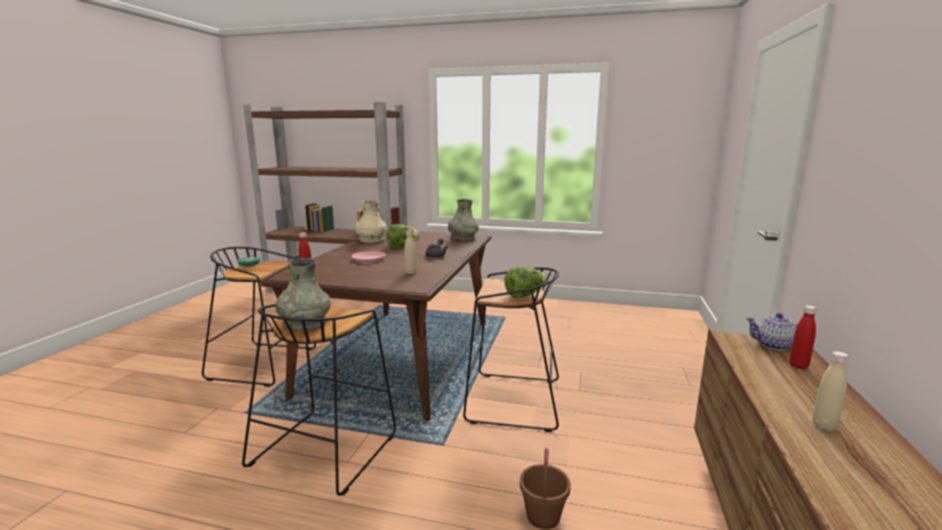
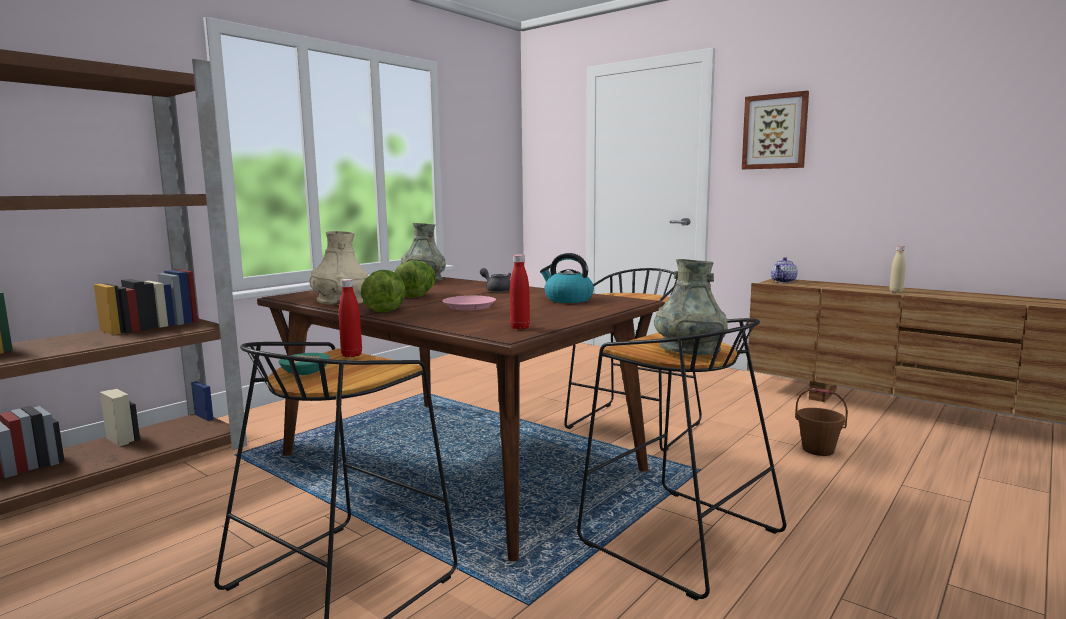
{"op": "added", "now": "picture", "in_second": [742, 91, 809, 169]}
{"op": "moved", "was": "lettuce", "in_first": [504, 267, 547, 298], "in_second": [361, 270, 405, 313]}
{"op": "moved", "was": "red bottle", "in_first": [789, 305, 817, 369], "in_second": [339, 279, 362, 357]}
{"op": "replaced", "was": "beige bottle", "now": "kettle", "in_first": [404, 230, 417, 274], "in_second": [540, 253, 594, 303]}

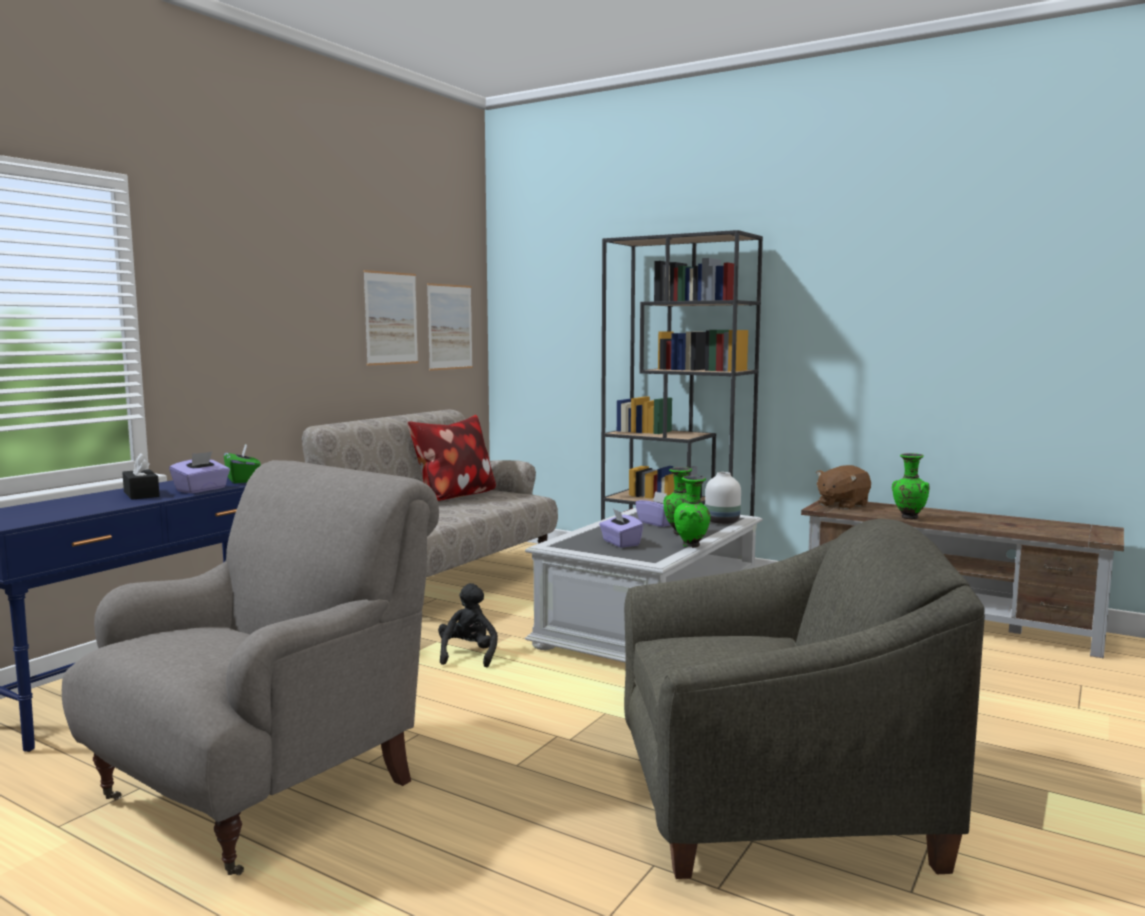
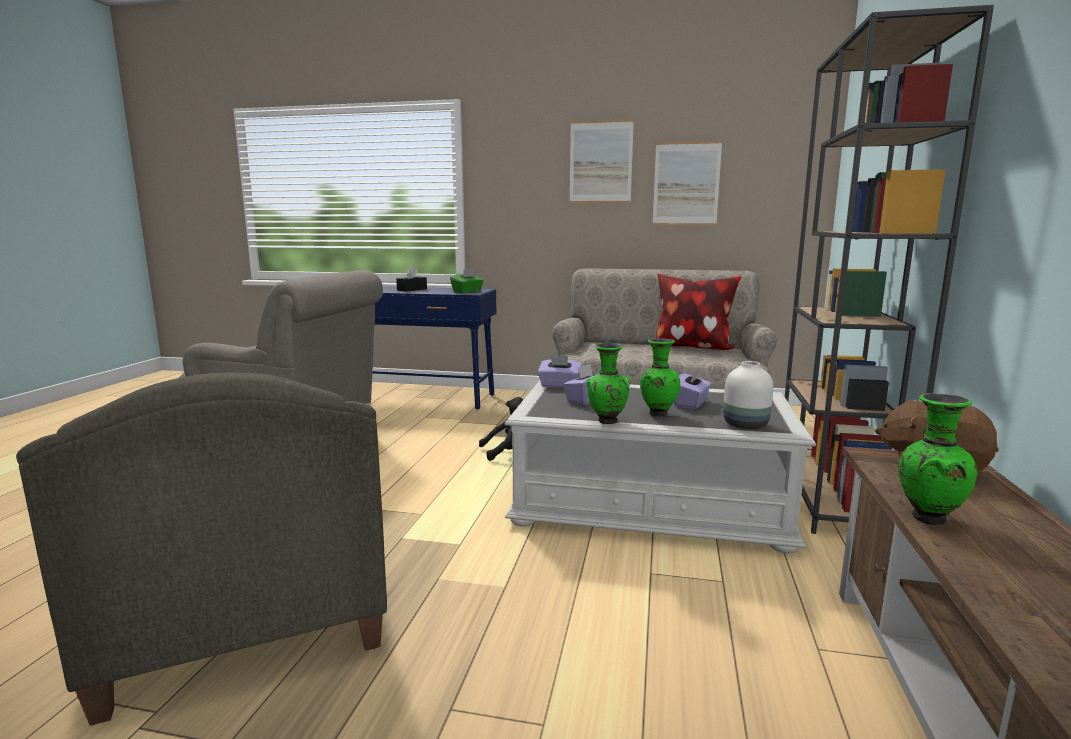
{"op": "moved", "was": "purple tissue box", "in_first": [169, 451, 230, 493], "in_second": [538, 355, 582, 388]}
{"op": "moved", "was": "picture", "in_first": [427, 283, 473, 371], "in_second": [570, 120, 634, 203]}

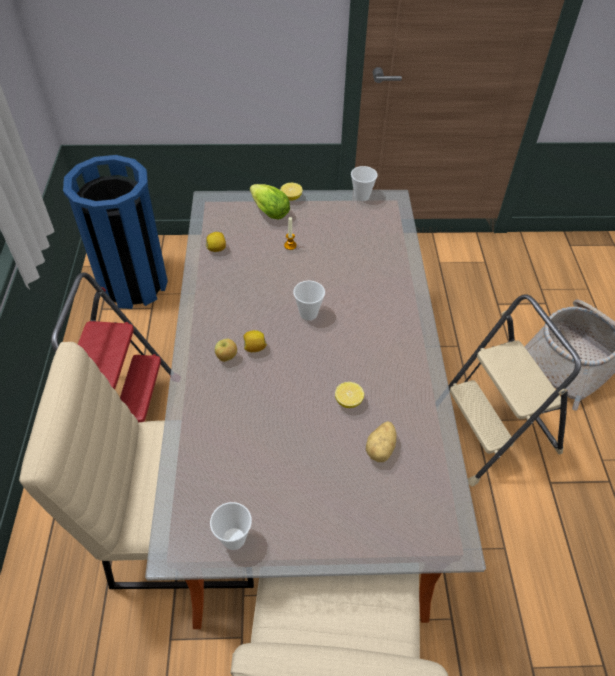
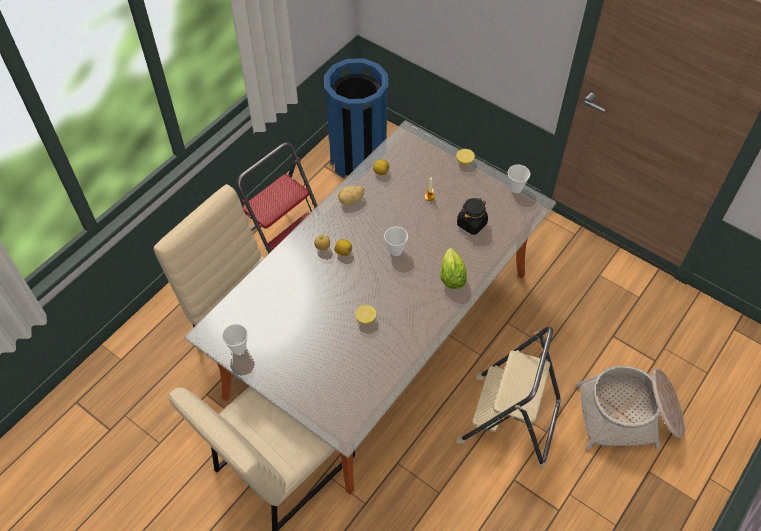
{"op": "added", "now": "black jar", "in_second": [457, 198, 488, 235]}
{"op": "moved", "was": "lettuce", "in_first": [250, 184, 290, 220], "in_second": [440, 248, 467, 289]}
{"op": "moved", "was": "potato", "in_first": [366, 421, 396, 462], "in_second": [338, 186, 364, 205]}

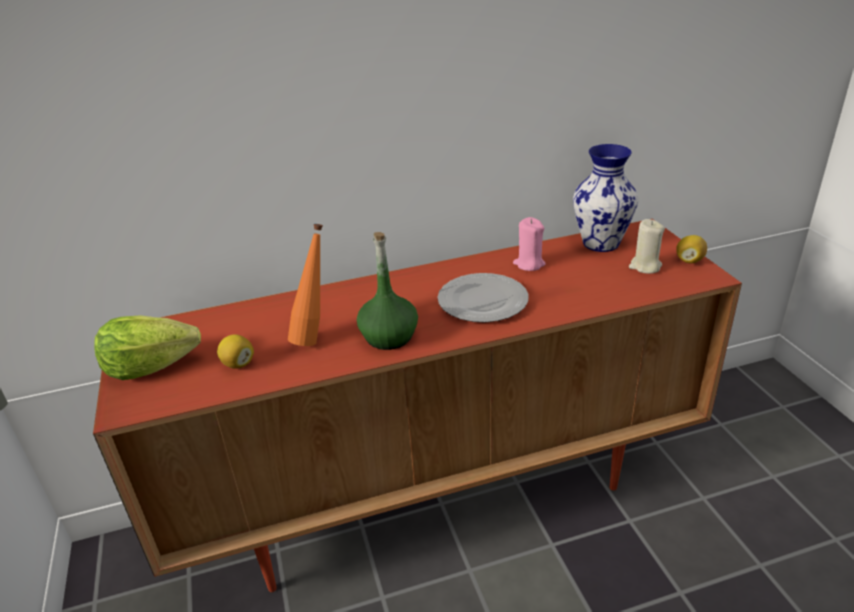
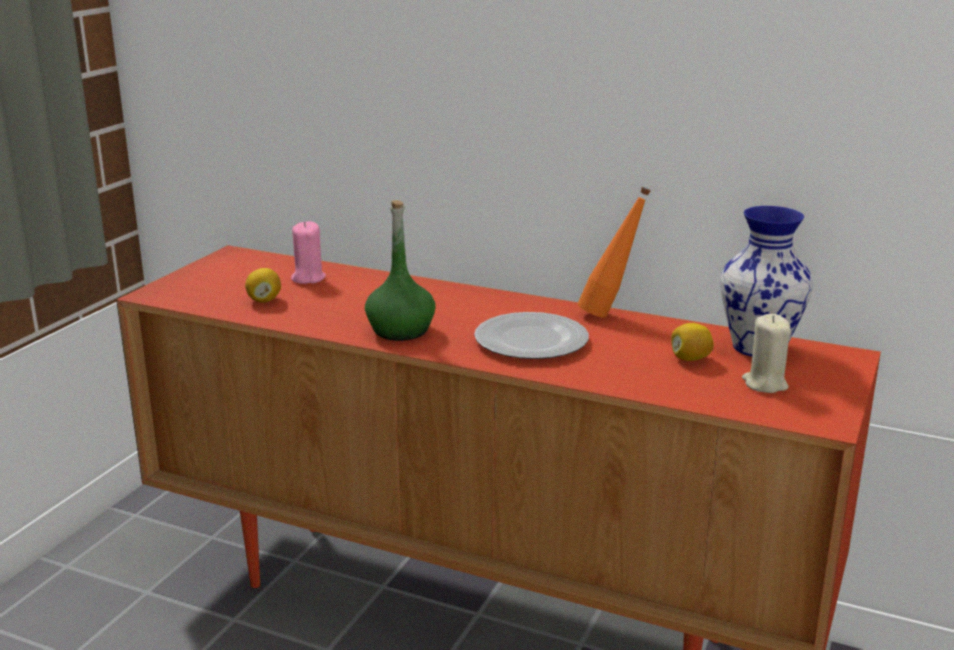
{"op": "removed", "was": "lettuce", "in_first": [94, 315, 201, 380]}
{"op": "moved", "was": "orange bottle", "in_first": [288, 224, 323, 346], "in_second": [578, 187, 651, 317]}
{"op": "moved", "was": "pink candle", "in_first": [513, 217, 546, 271], "in_second": [291, 221, 326, 284]}
{"op": "moved", "was": "lemon", "in_first": [676, 235, 707, 263], "in_second": [671, 323, 714, 361]}

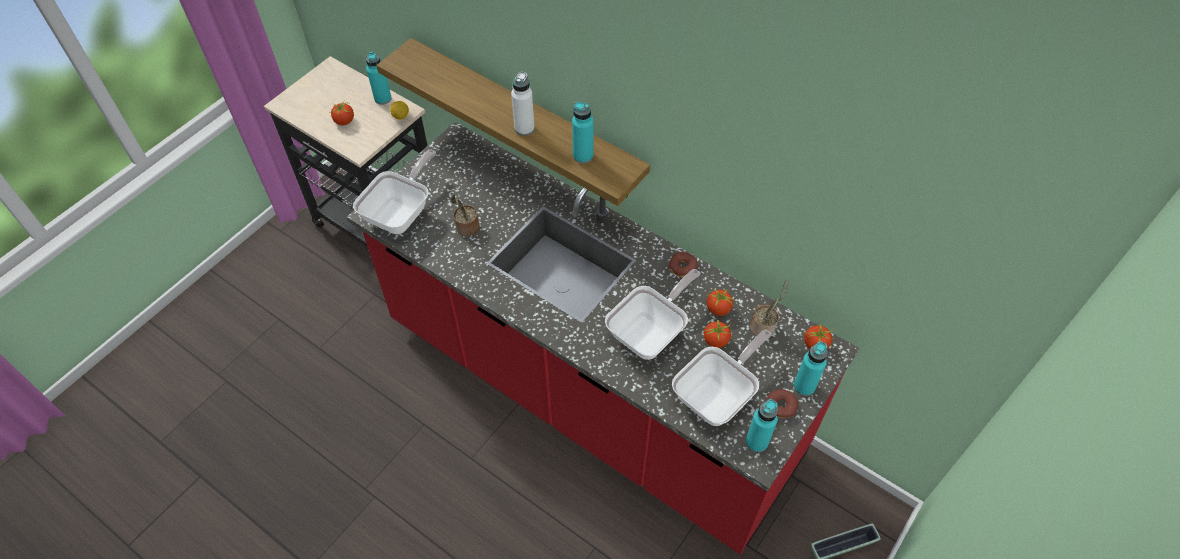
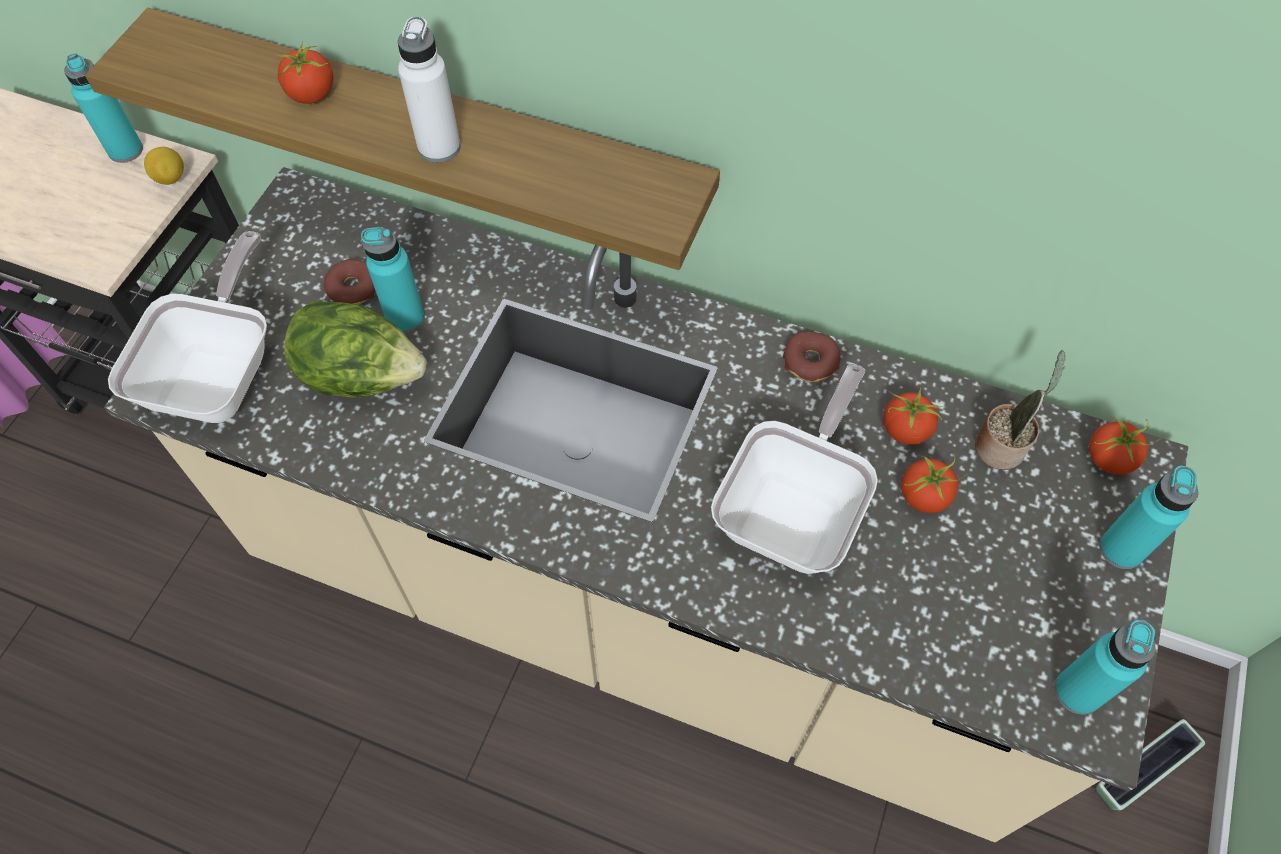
{"op": "removed", "was": "frying pan", "in_first": [672, 330, 772, 426]}
{"op": "moved", "was": "tomato", "in_first": [329, 101, 354, 125], "in_second": [276, 41, 333, 104]}
{"op": "moved", "was": "turquoise bottle", "in_first": [572, 102, 594, 163], "in_second": [361, 227, 425, 333]}
{"op": "moved", "was": "donut", "in_first": [767, 389, 798, 418], "in_second": [324, 259, 375, 305]}
{"op": "replaced", "was": "potted plant", "now": "lettuce", "in_first": [451, 194, 479, 236], "in_second": [284, 300, 427, 398]}
{"op": "recoloured", "was": "red counter", "now": "beige counter", "in_first": [347, 122, 860, 554], "in_second": [104, 167, 1189, 842]}

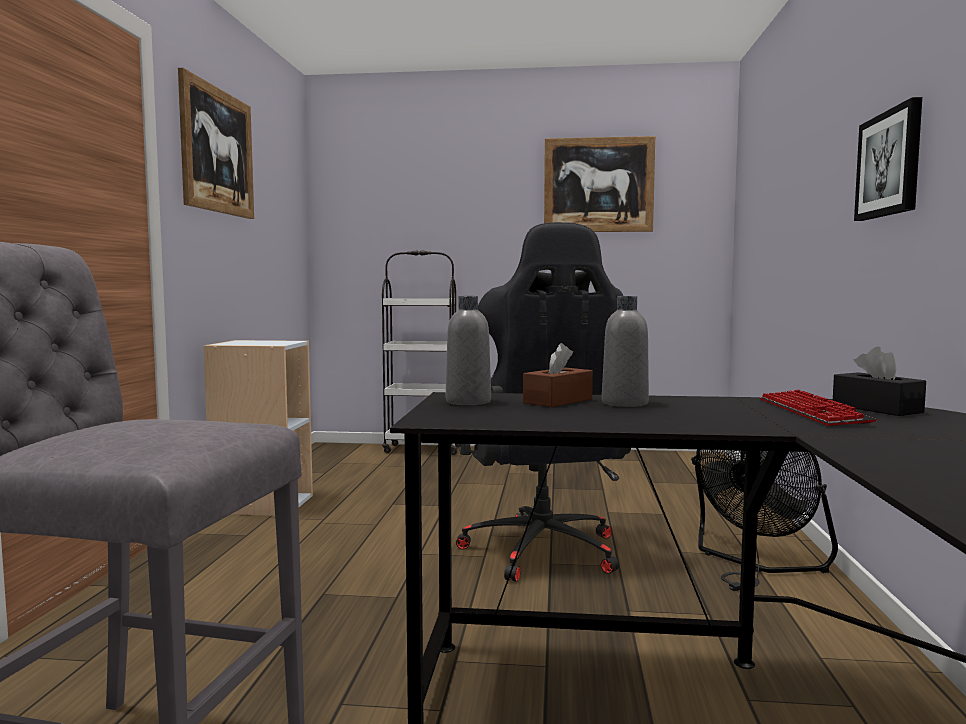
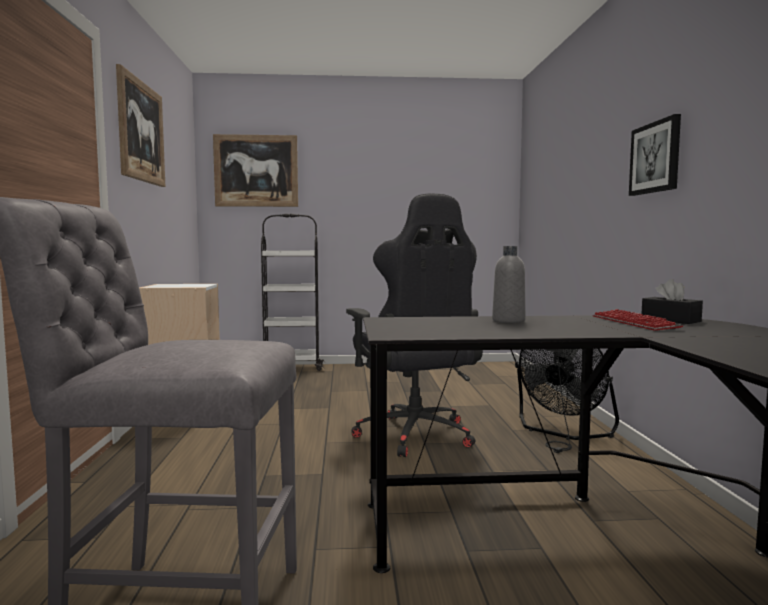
{"op": "removed", "was": "grey bottle", "in_first": [446, 296, 491, 405]}
{"op": "removed", "was": "brown tissue box", "in_first": [523, 343, 593, 407]}
{"op": "moved", "was": "picture", "in_first": [544, 136, 655, 232], "in_second": [213, 134, 298, 207]}

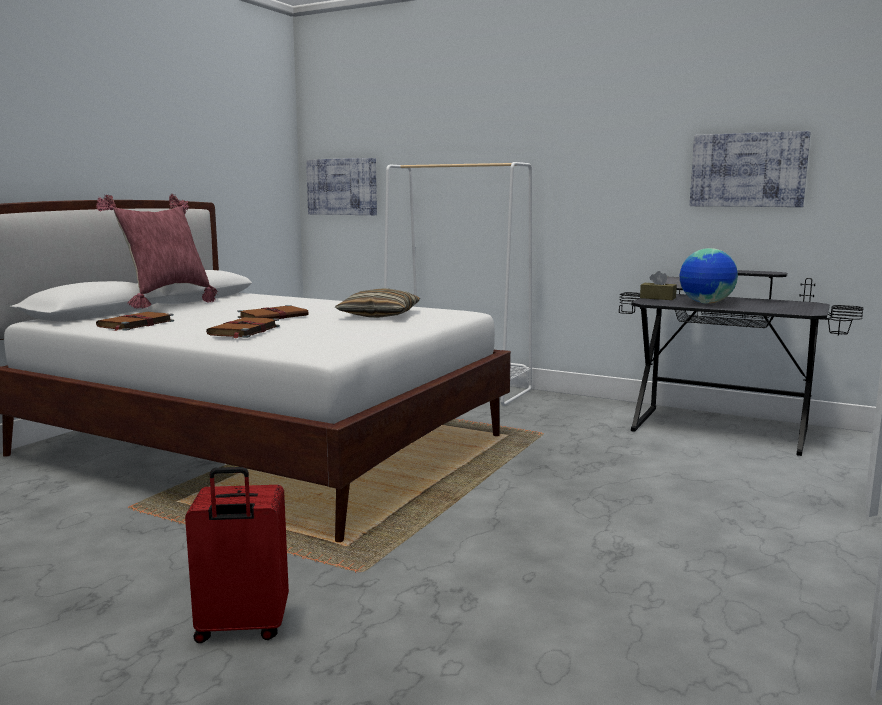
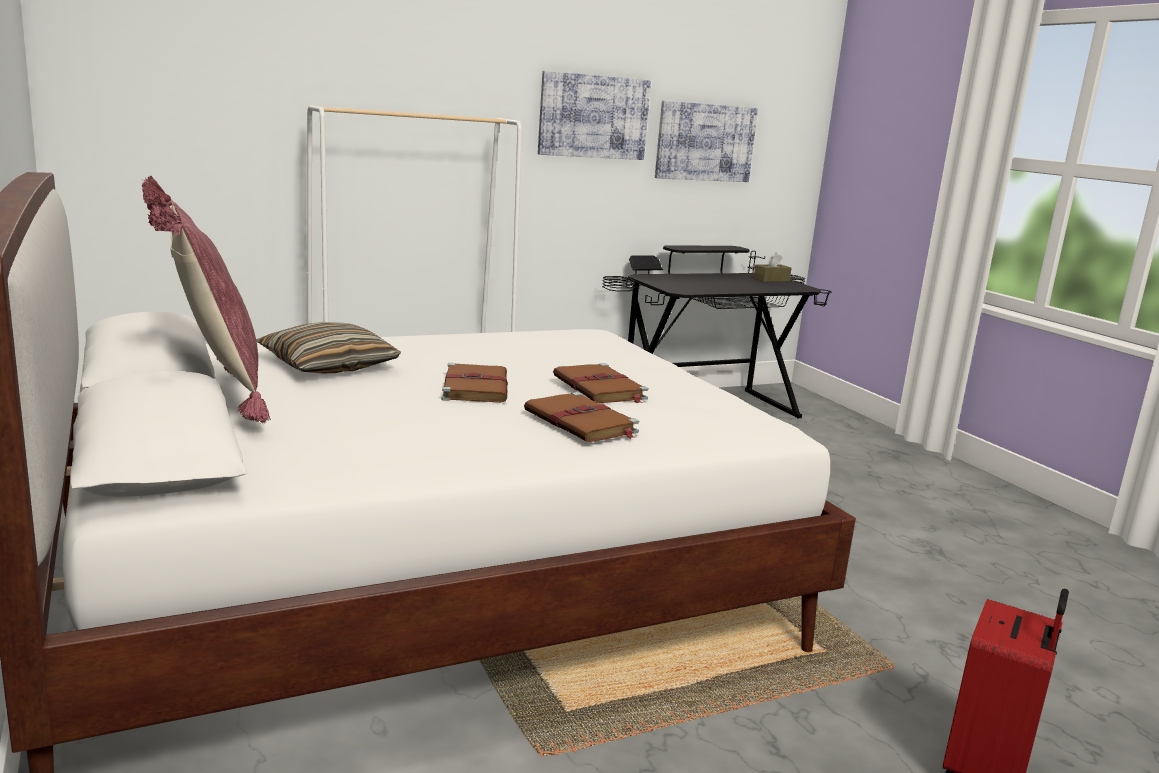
{"op": "removed", "was": "globe", "in_first": [680, 248, 738, 304]}
{"op": "moved", "was": "brown book", "in_first": [96, 312, 174, 331], "in_second": [553, 363, 648, 403]}
{"op": "moved", "was": "picture", "in_first": [306, 158, 377, 215], "in_second": [538, 71, 651, 160]}
{"op": "moved", "was": "pillow", "in_first": [335, 288, 420, 318], "in_second": [256, 322, 401, 373]}
{"op": "moved", "was": "brown tissue box", "in_first": [640, 271, 677, 300], "in_second": [754, 253, 791, 282]}

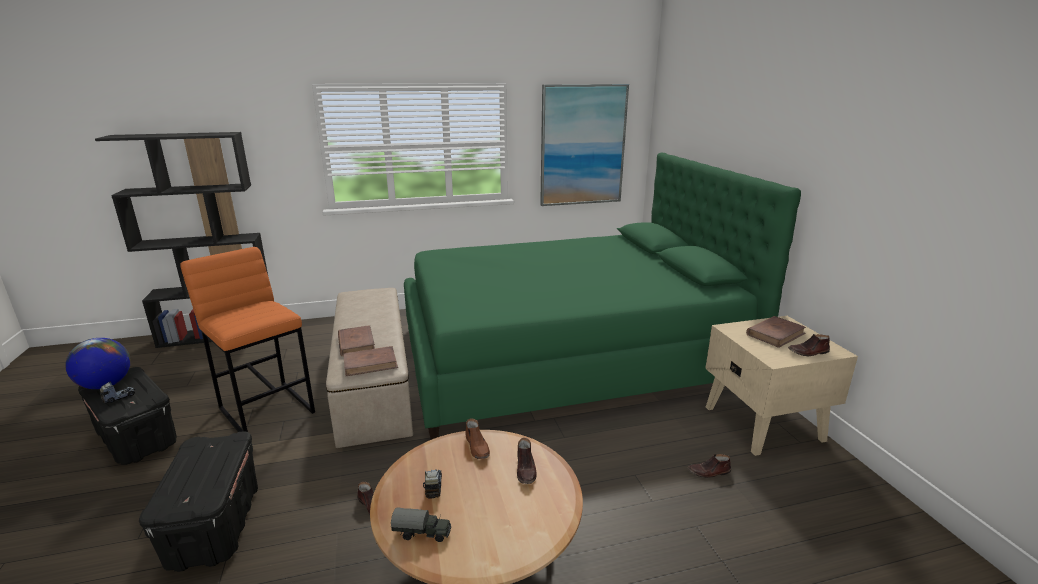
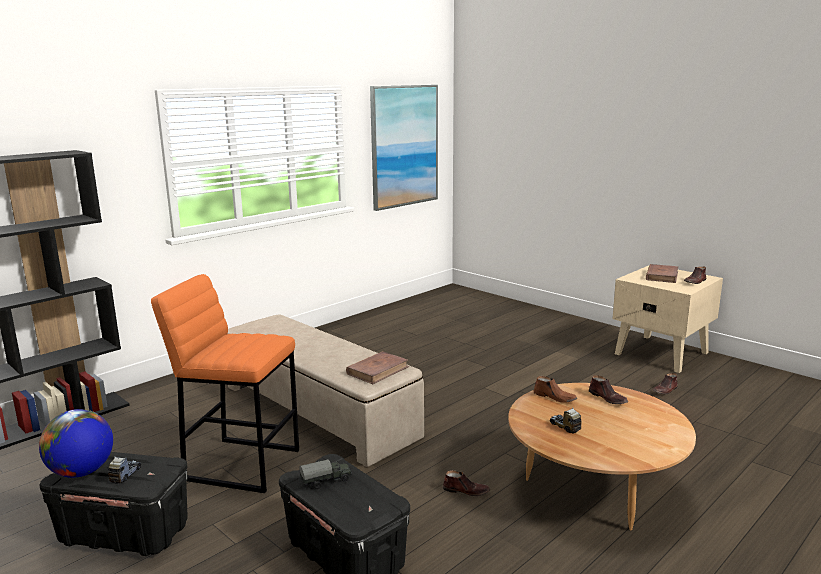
{"op": "removed", "was": "brown book", "in_first": [338, 325, 375, 356]}
{"op": "removed", "was": "green bed", "in_first": [404, 153, 801, 440]}
{"op": "moved", "was": "toy truck", "in_first": [391, 507, 451, 542], "in_second": [299, 459, 352, 489]}

